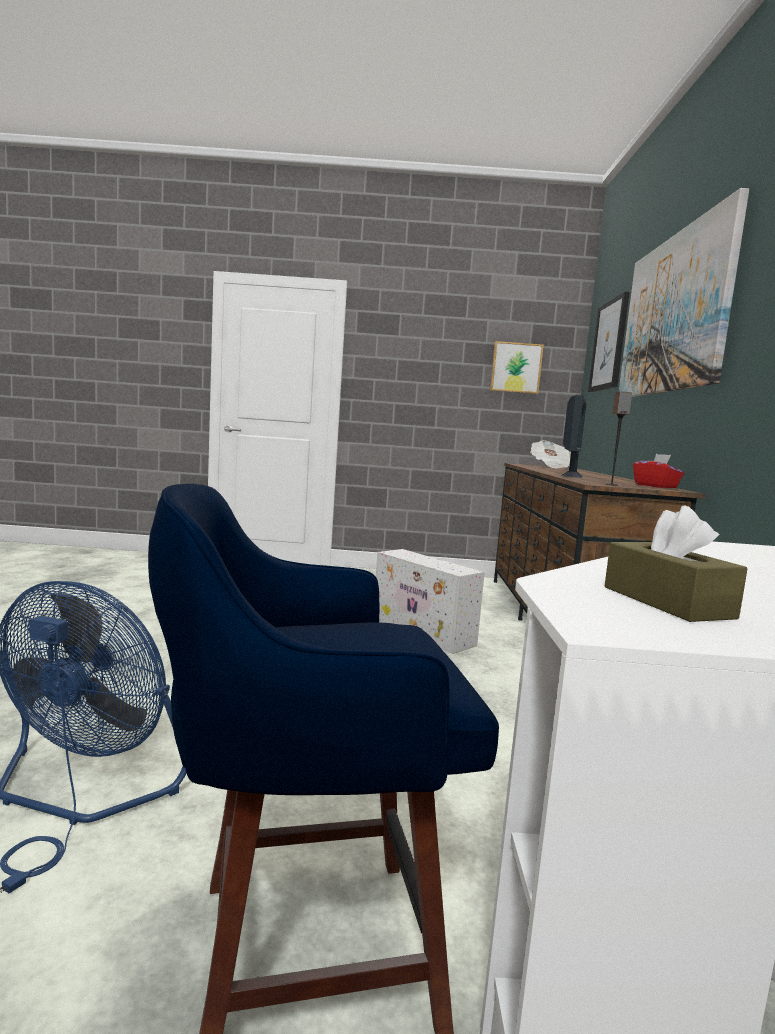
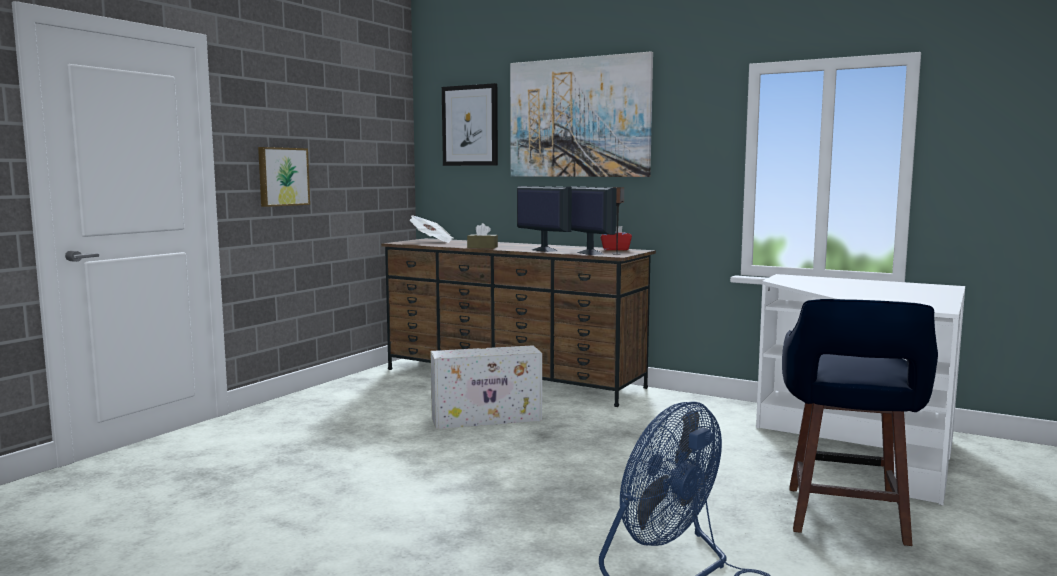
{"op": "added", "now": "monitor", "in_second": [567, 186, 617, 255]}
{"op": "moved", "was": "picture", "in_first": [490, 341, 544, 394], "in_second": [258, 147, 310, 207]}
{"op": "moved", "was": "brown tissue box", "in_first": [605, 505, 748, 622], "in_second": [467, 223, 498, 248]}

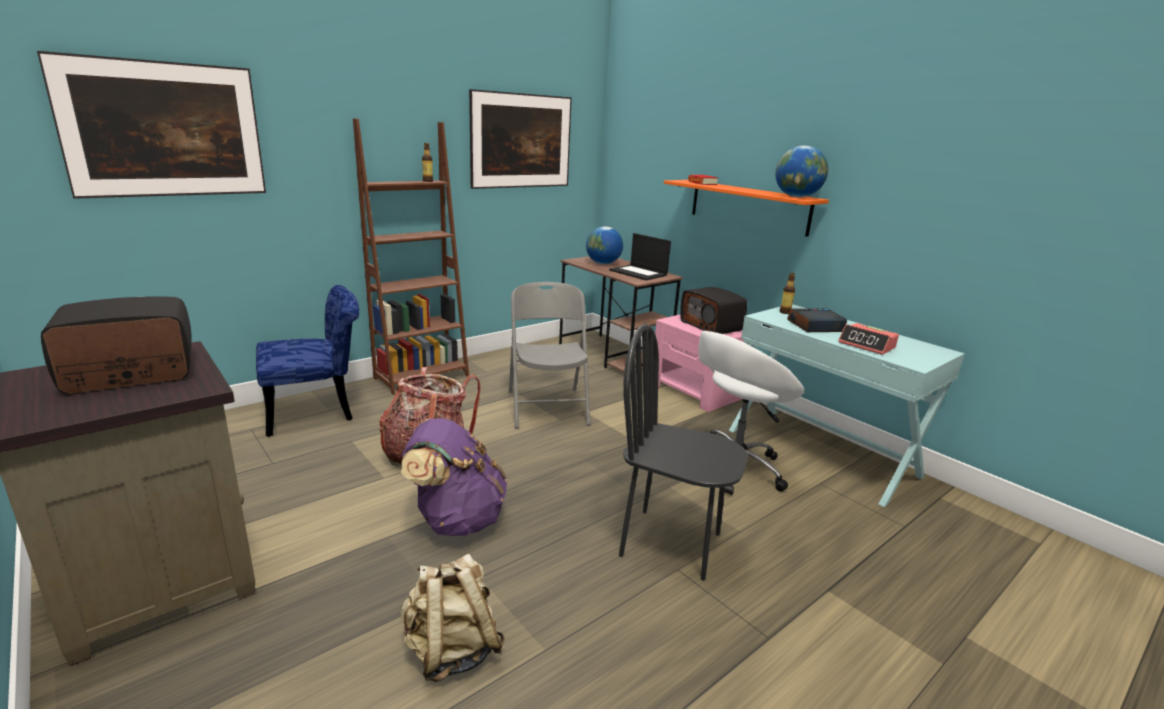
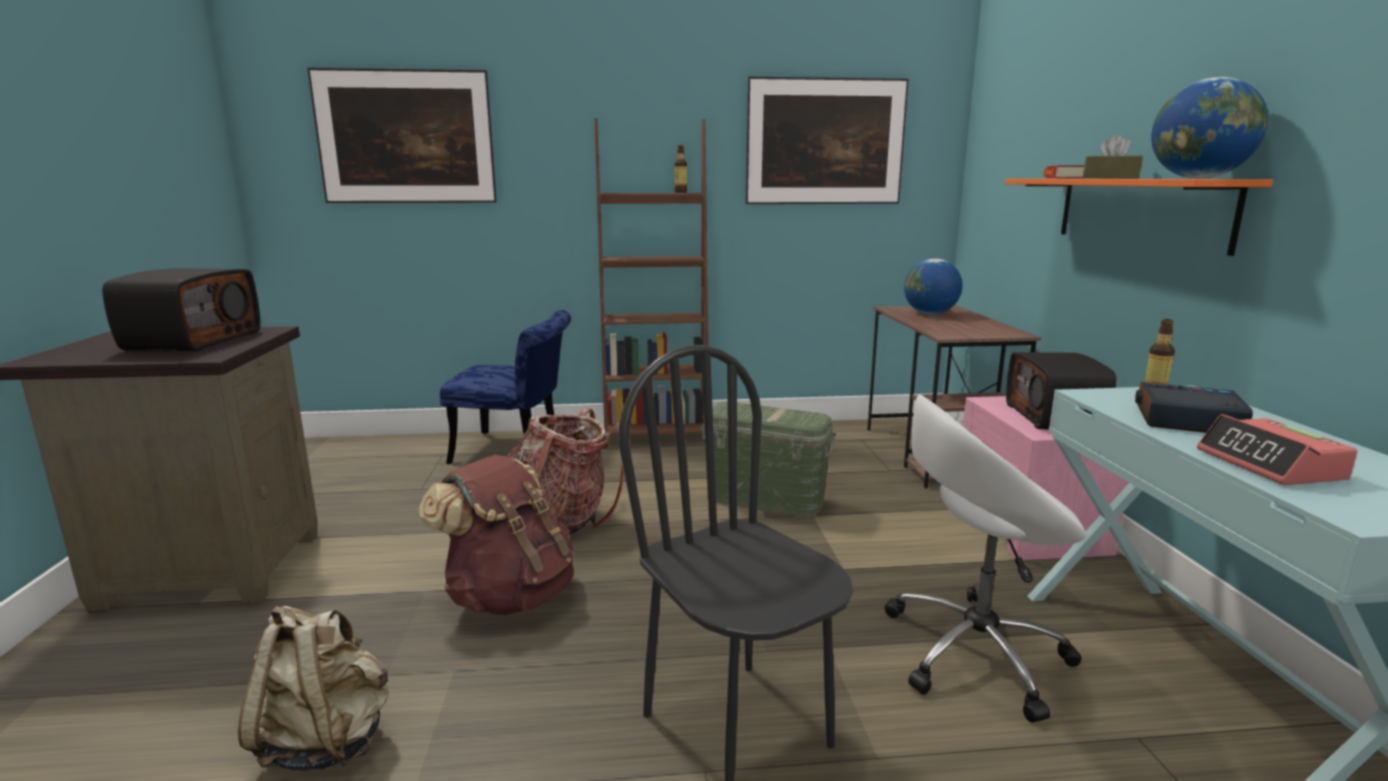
{"op": "removed", "was": "laptop", "in_first": [609, 233, 671, 280]}
{"op": "added", "now": "brown tissue box", "in_second": [1083, 134, 1143, 178]}
{"op": "replaced", "was": "grey chair", "now": "green storage box", "in_first": [509, 282, 591, 429], "in_second": [701, 402, 836, 518]}
{"op": "recoloured", "was": "purple backpack", "now": "brown backpack", "in_first": [401, 418, 507, 536], "in_second": [419, 454, 574, 615]}
{"op": "turned", "was": "radio", "in_first": [41, 296, 191, 395], "in_second": [102, 268, 260, 352], "clockwise": 90}

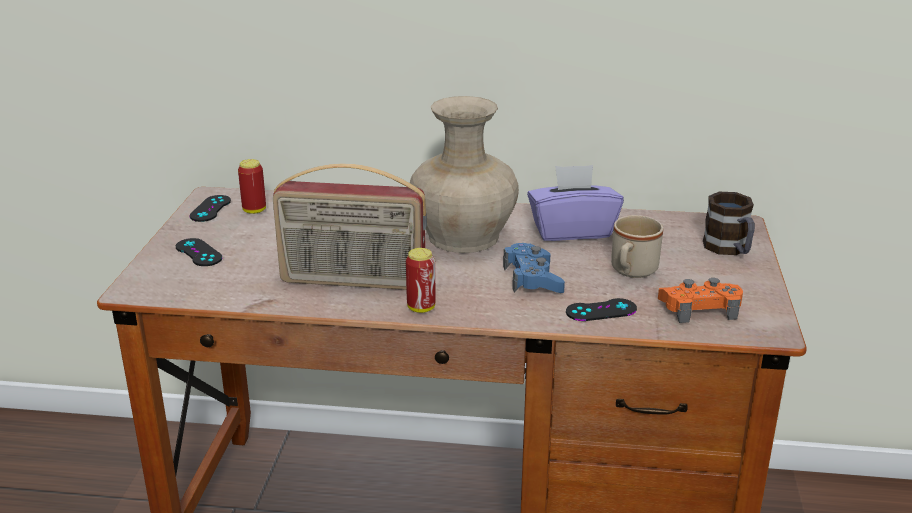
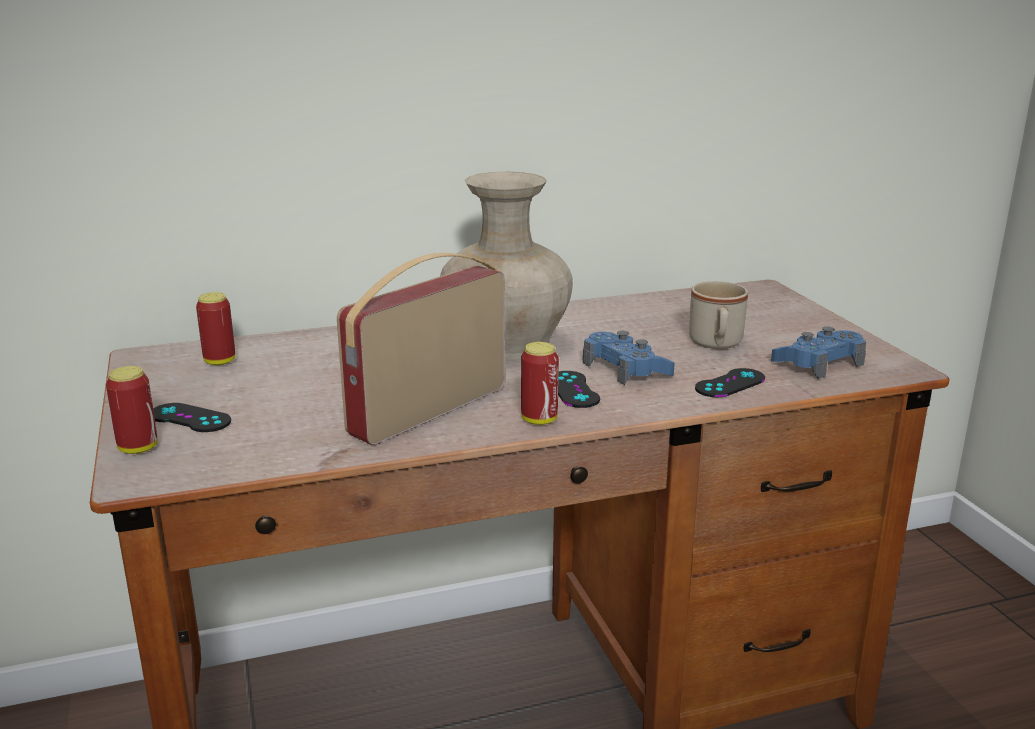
{"op": "removed", "was": "purple tissue box", "in_first": [527, 165, 624, 241]}
{"op": "removed", "was": "mug", "in_first": [703, 192, 755, 255]}
{"op": "added", "now": "can", "in_second": [106, 366, 157, 454]}
{"op": "moved", "was": "black game controller", "in_first": [189, 195, 231, 222], "in_second": [558, 371, 600, 408]}
{"op": "recoloured", "was": "orange game controller", "now": "blue game controller", "in_first": [658, 278, 743, 323], "in_second": [771, 327, 866, 379]}
{"op": "turned", "was": "radio", "in_first": [273, 163, 427, 290], "in_second": [337, 253, 505, 445], "clockwise": 150}

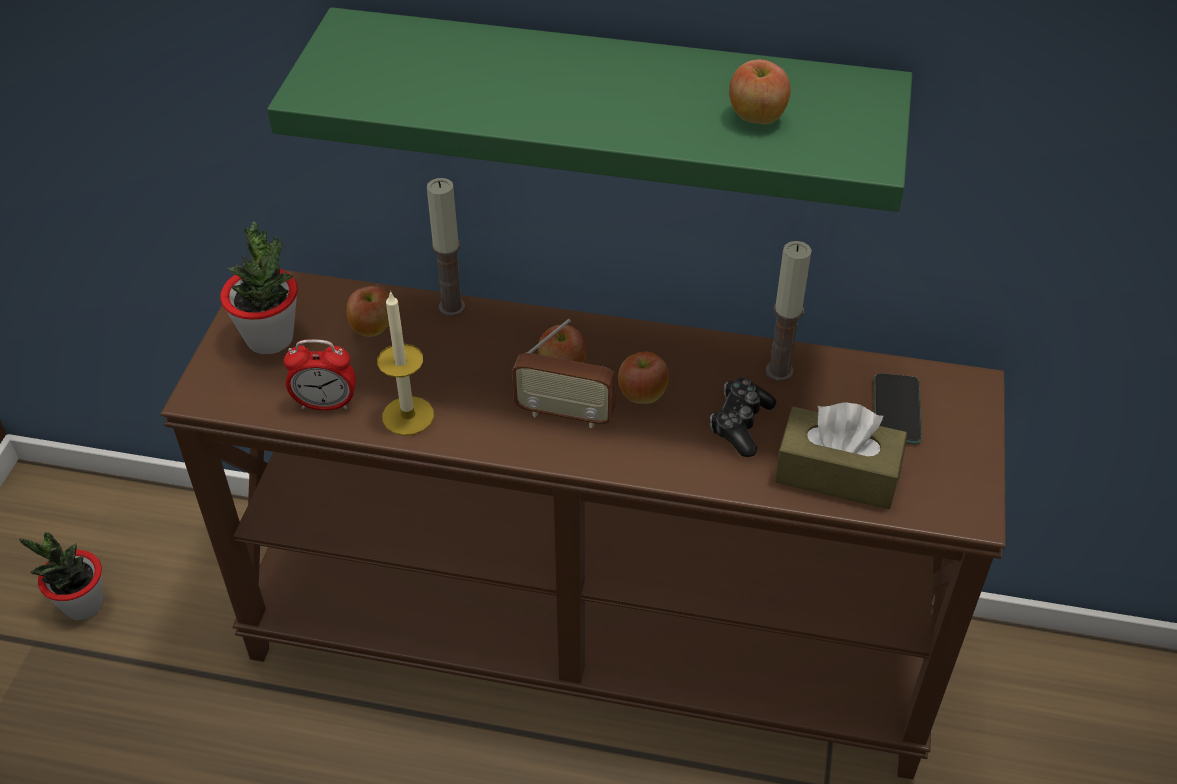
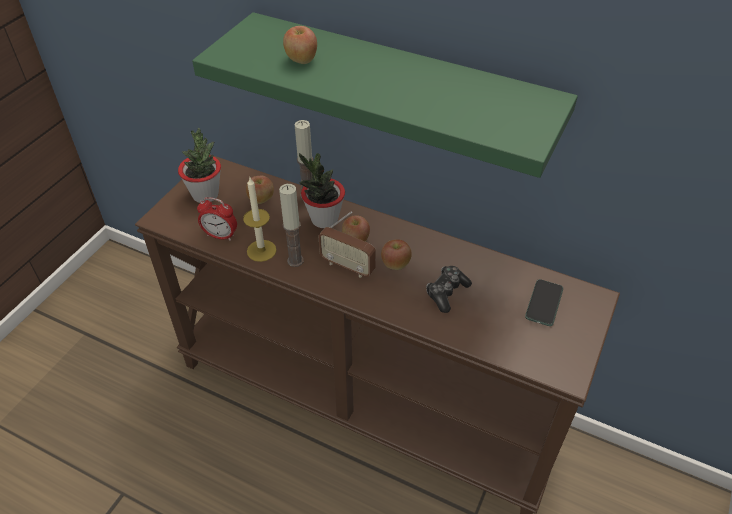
{"op": "removed", "was": "brown tissue box", "in_first": [774, 402, 907, 510]}
{"op": "moved", "was": "potted plant", "in_first": [19, 532, 103, 620], "in_second": [299, 153, 345, 228]}
{"op": "moved", "was": "apple", "in_first": [729, 59, 790, 124], "in_second": [283, 26, 317, 64]}
{"op": "moved", "was": "candle", "in_first": [766, 241, 811, 381], "in_second": [279, 184, 304, 267]}

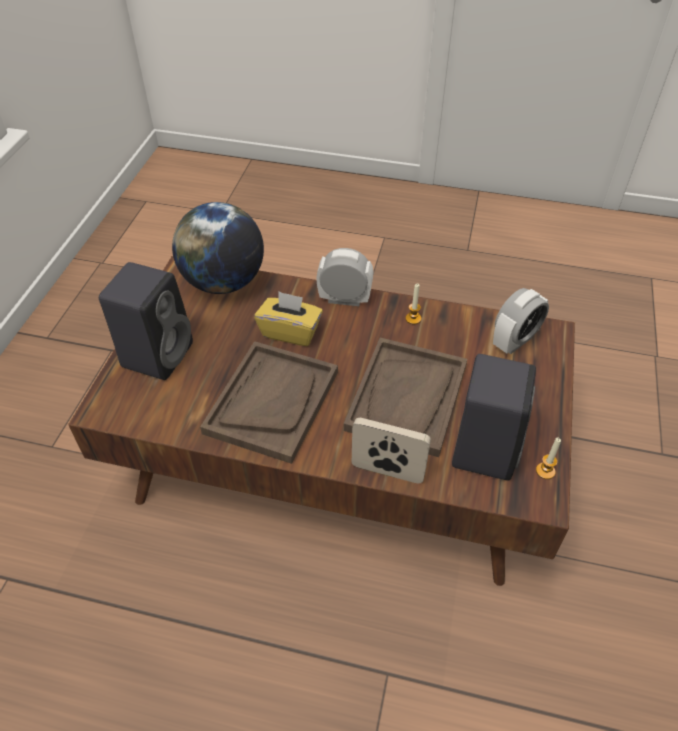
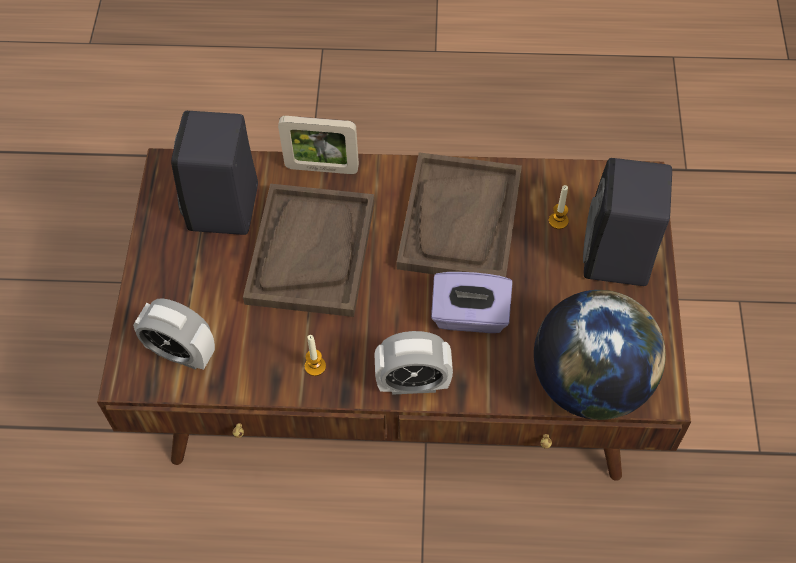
{"op": "moved", "was": "candle", "in_first": [536, 438, 561, 479], "in_second": [549, 185, 569, 229]}
{"op": "recoloured", "was": "yellow tissue box", "now": "purple tissue box", "in_first": [254, 291, 323, 346], "in_second": [431, 272, 512, 333]}
{"op": "turned", "was": "alarm clock", "in_first": [493, 288, 549, 354], "in_second": [133, 298, 215, 370], "clockwise": -105}

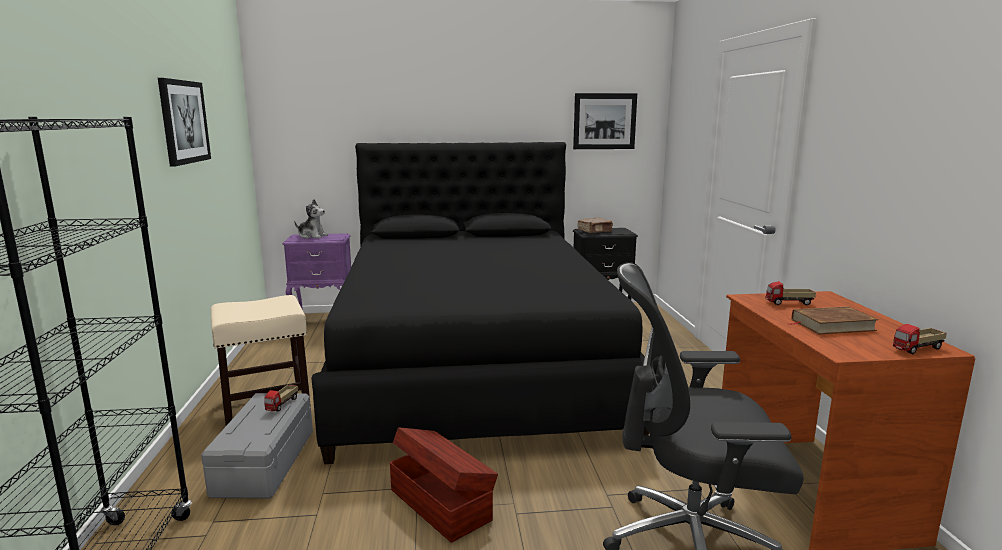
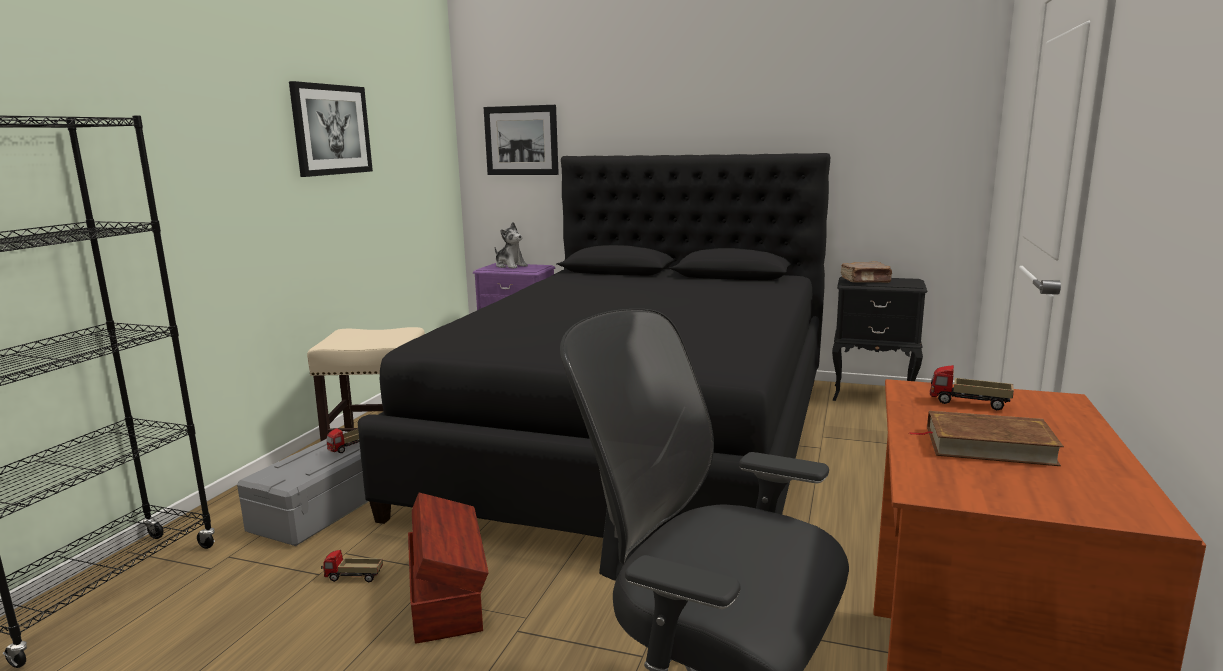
{"op": "moved", "was": "picture", "in_first": [573, 93, 637, 149], "in_second": [484, 105, 559, 175]}
{"op": "moved", "was": "toy truck", "in_first": [893, 324, 947, 354], "in_second": [321, 550, 383, 582]}

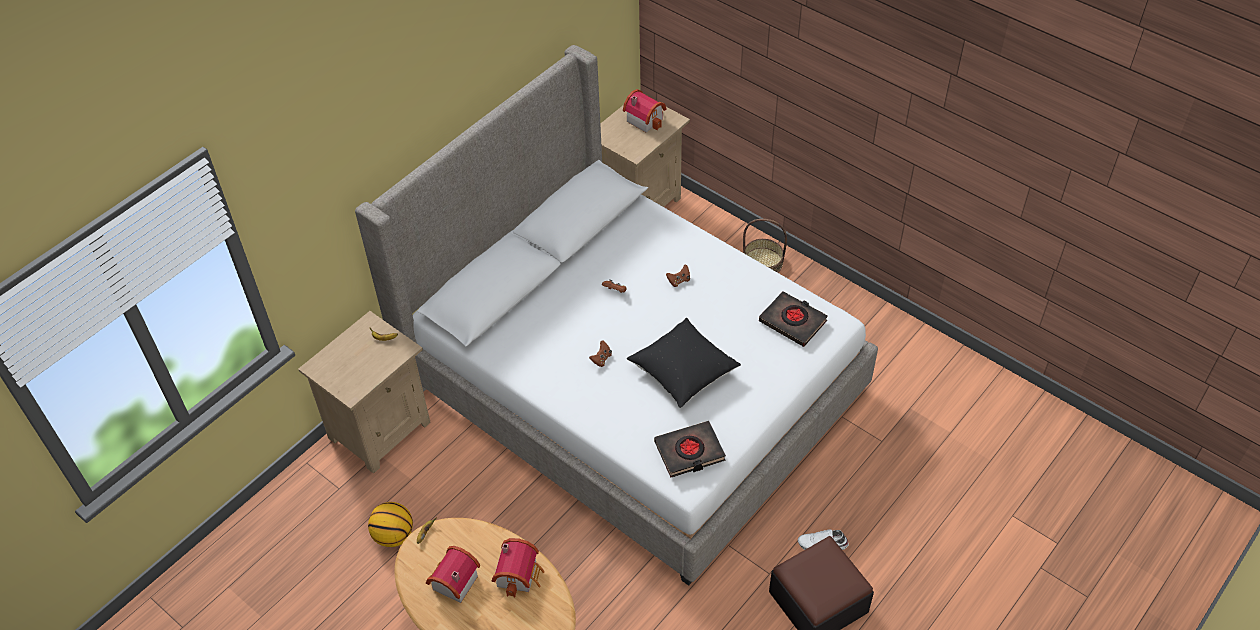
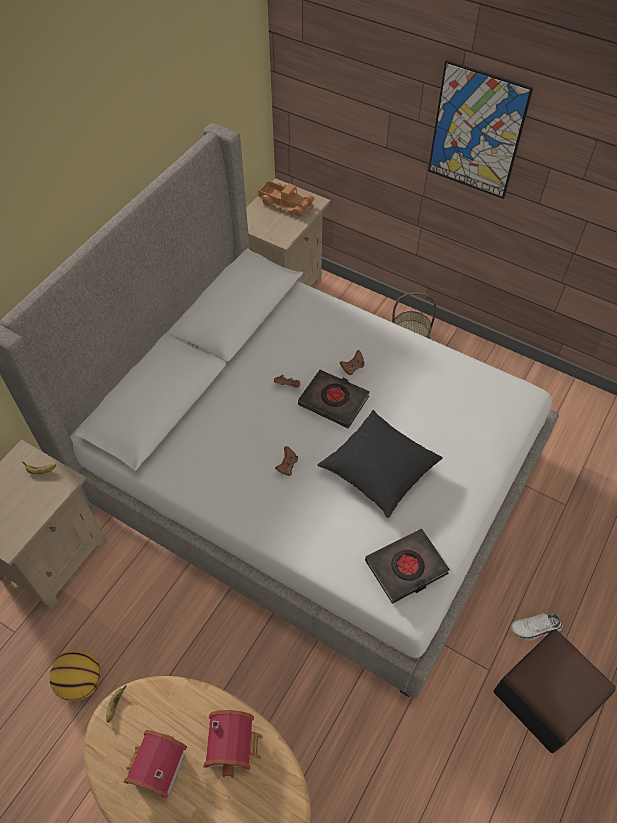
{"op": "added", "now": "picture", "in_second": [428, 60, 533, 199]}
{"op": "moved", "was": "black book", "in_first": [759, 292, 828, 347], "in_second": [298, 370, 370, 428]}
{"op": "replaced", "was": "toy house", "now": "toy truck", "in_first": [623, 89, 666, 133], "in_second": [258, 180, 314, 217]}

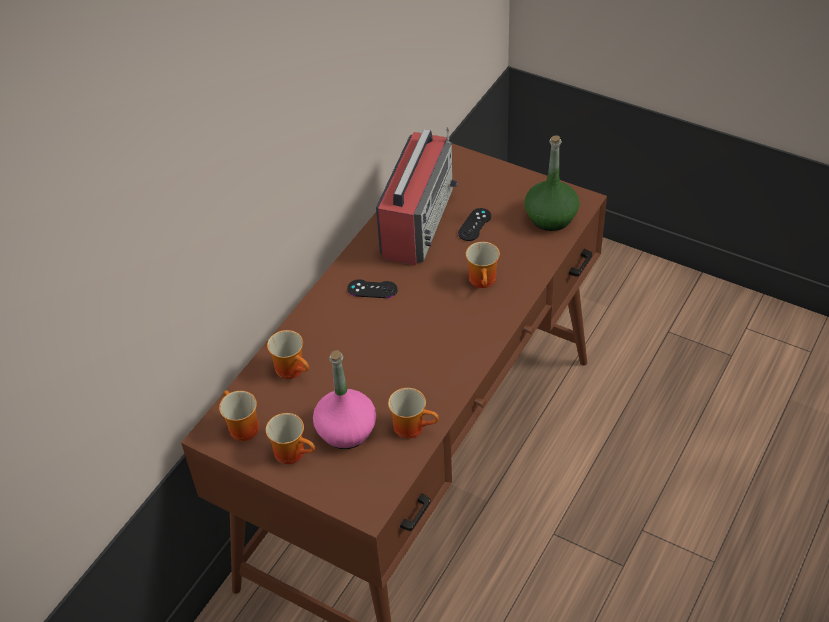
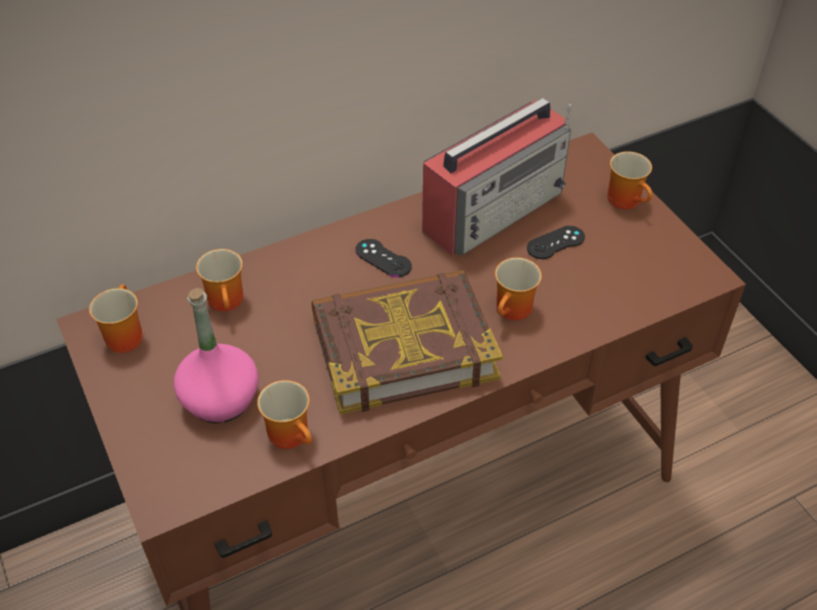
{"op": "removed", "was": "green bottle", "in_first": [524, 135, 579, 231]}
{"op": "added", "now": "book", "in_second": [312, 270, 503, 414]}
{"op": "moved", "was": "mug", "in_first": [266, 413, 315, 464], "in_second": [607, 151, 653, 209]}

